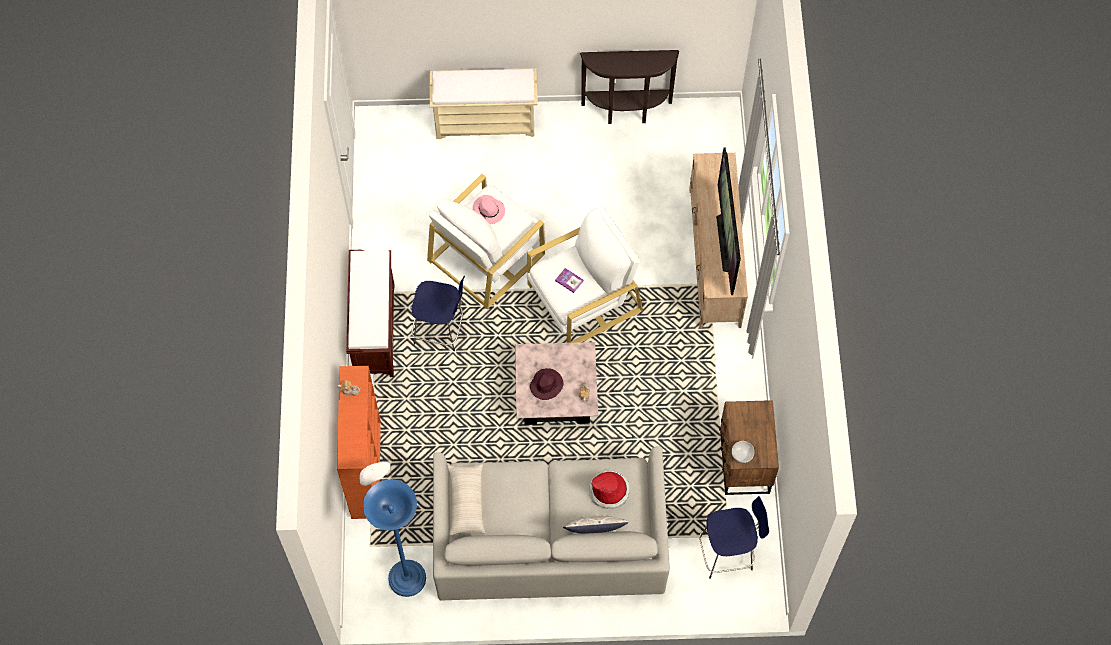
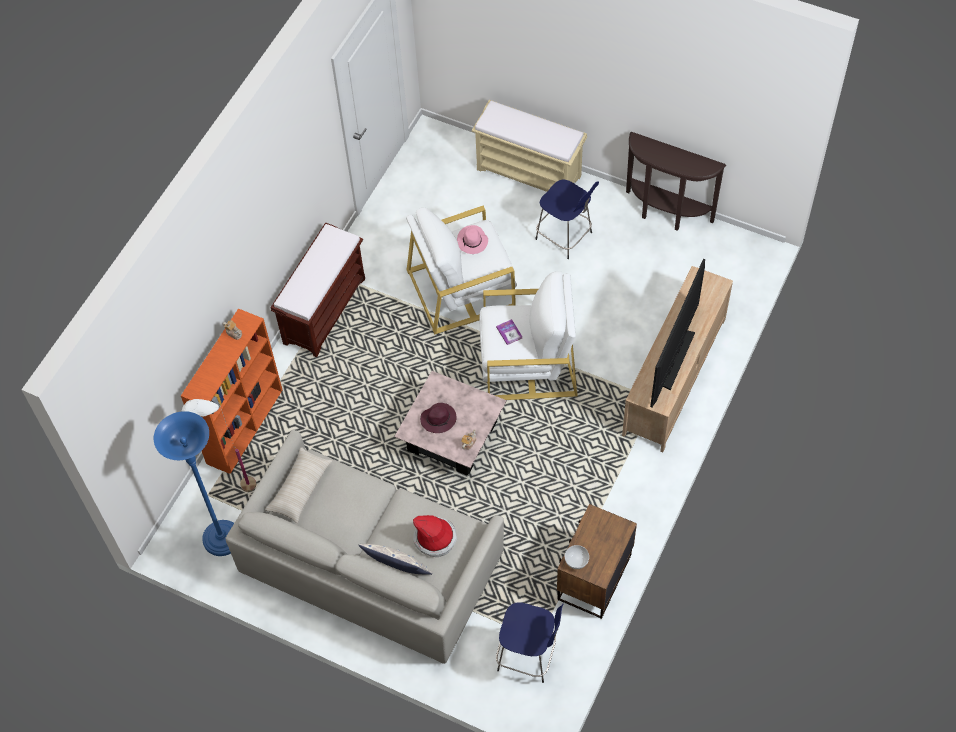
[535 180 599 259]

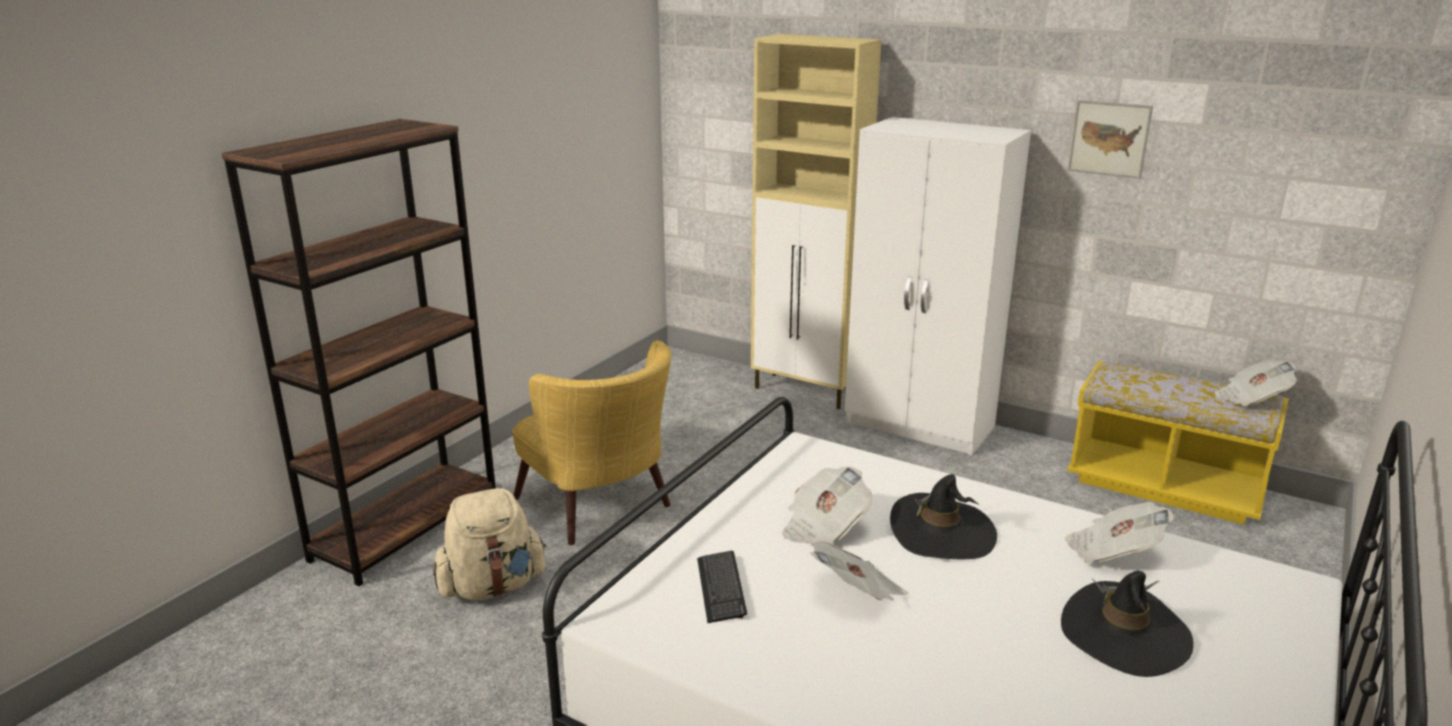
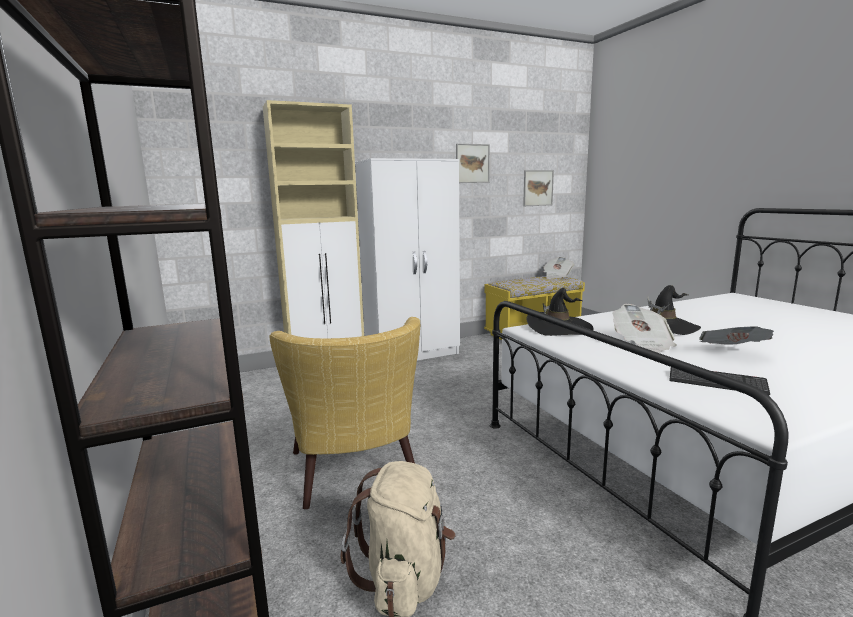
[269 317 420 509]
[1065 502 1174 564] (first image)
[526 288 594 336]
[523 170 554 206]

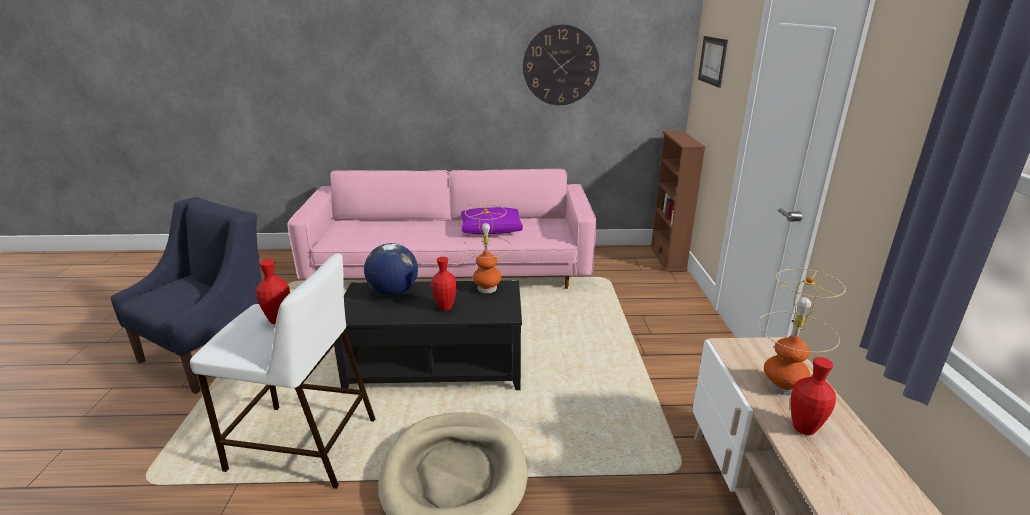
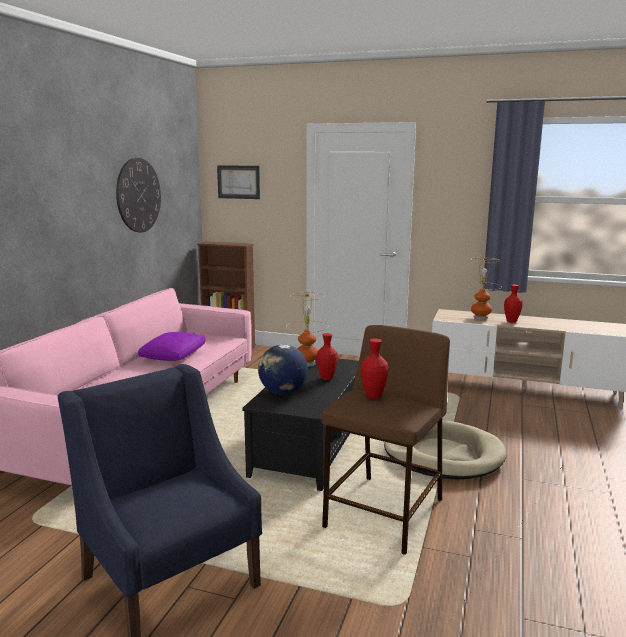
[322 325 450 555]

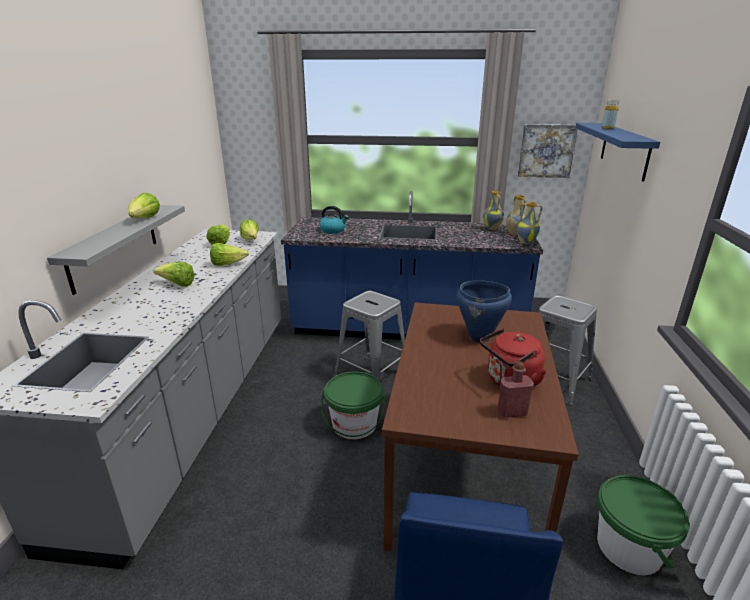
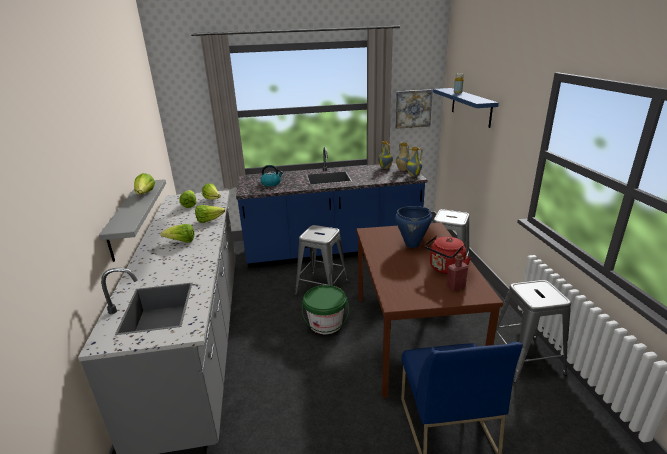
[496 280 571 383]

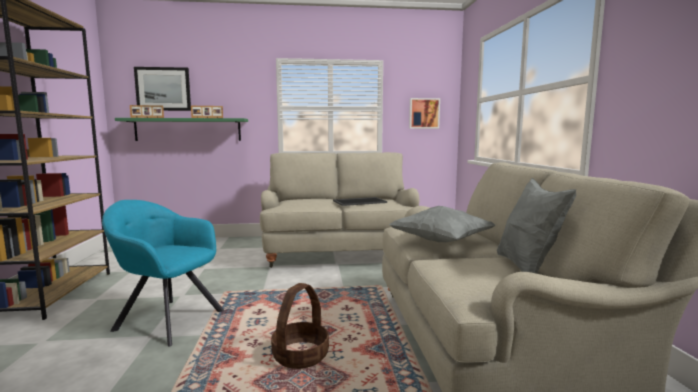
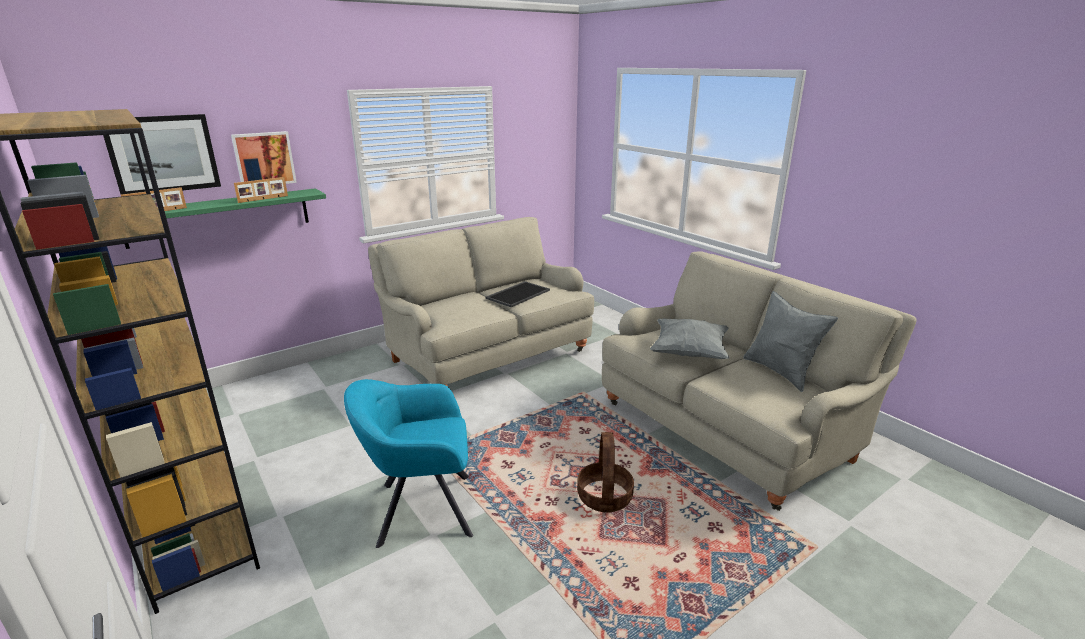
[231 131 297 184]

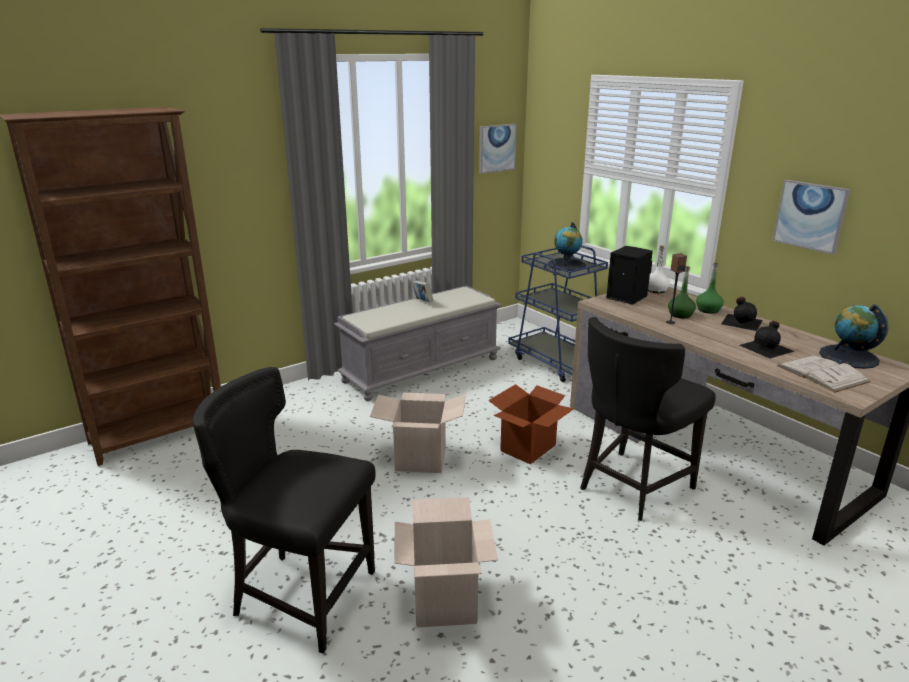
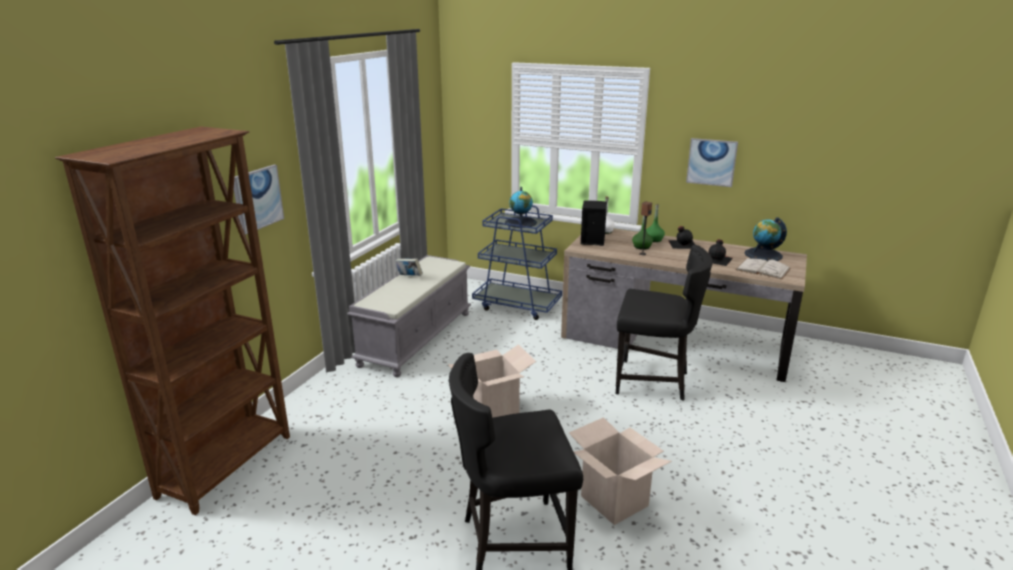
[234 165 284 235]
[616 245 713 401]
[488 384 574 464] (first image)

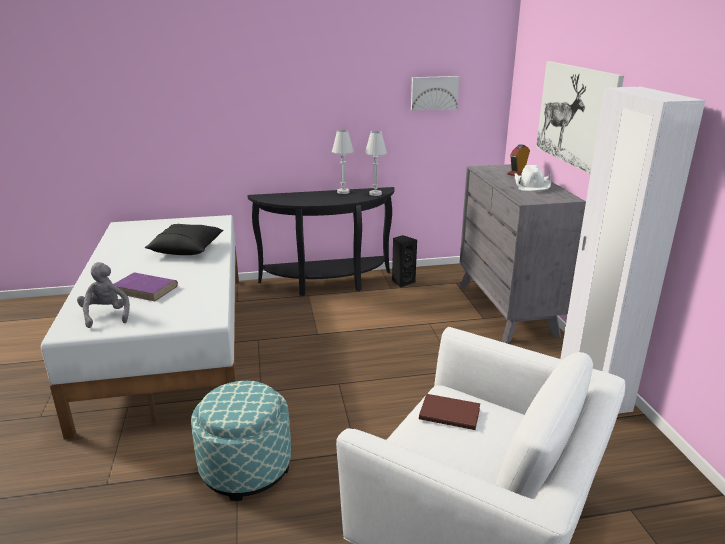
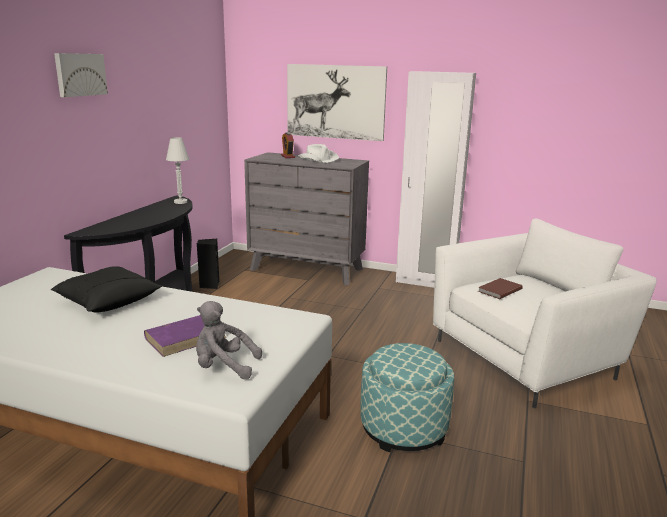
[54 53 108 97]
[332 130 354 194] (first image)

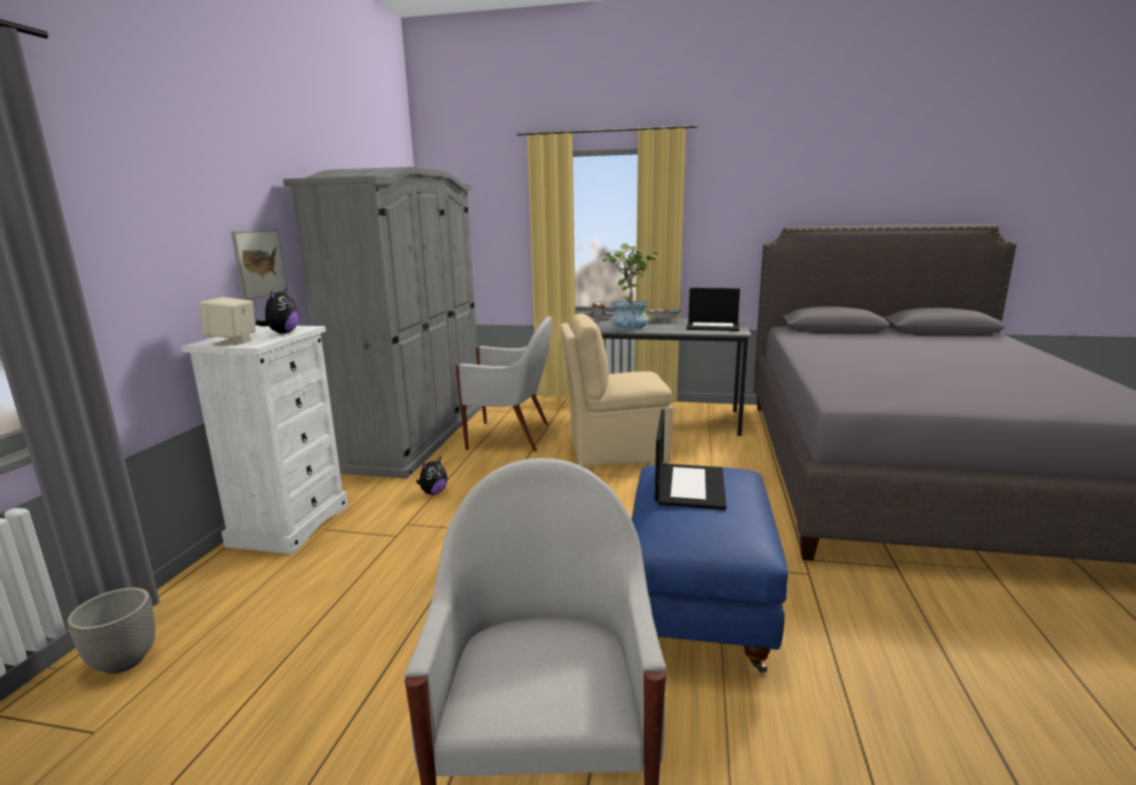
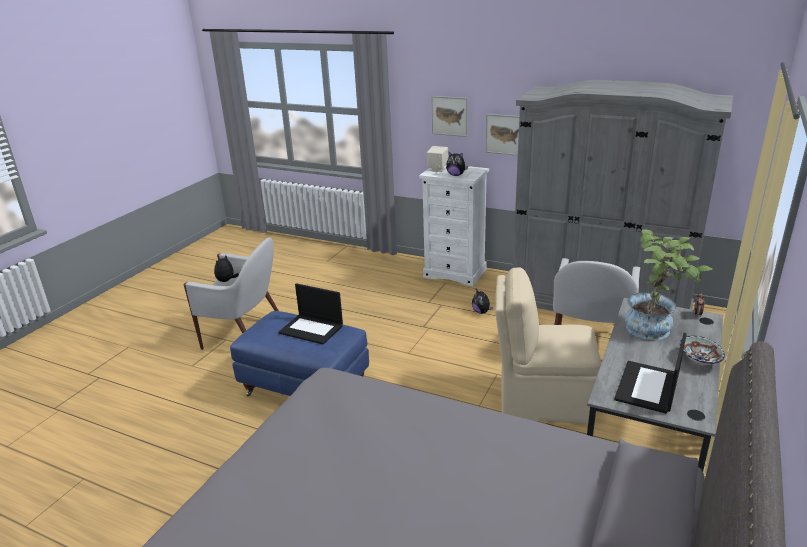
[495 267 601 424]
[67 588 155 674] (first image)
[431 96 468 137]
[214 255 239 282]

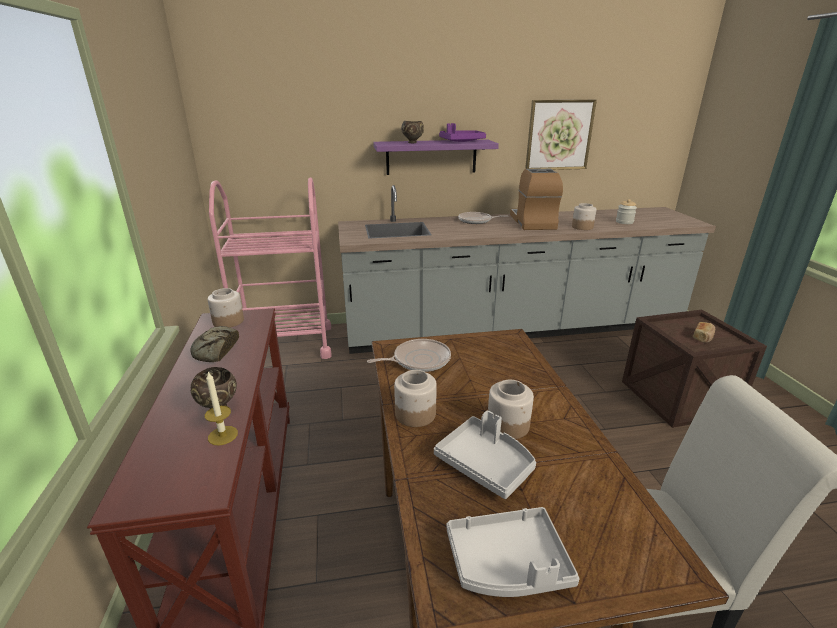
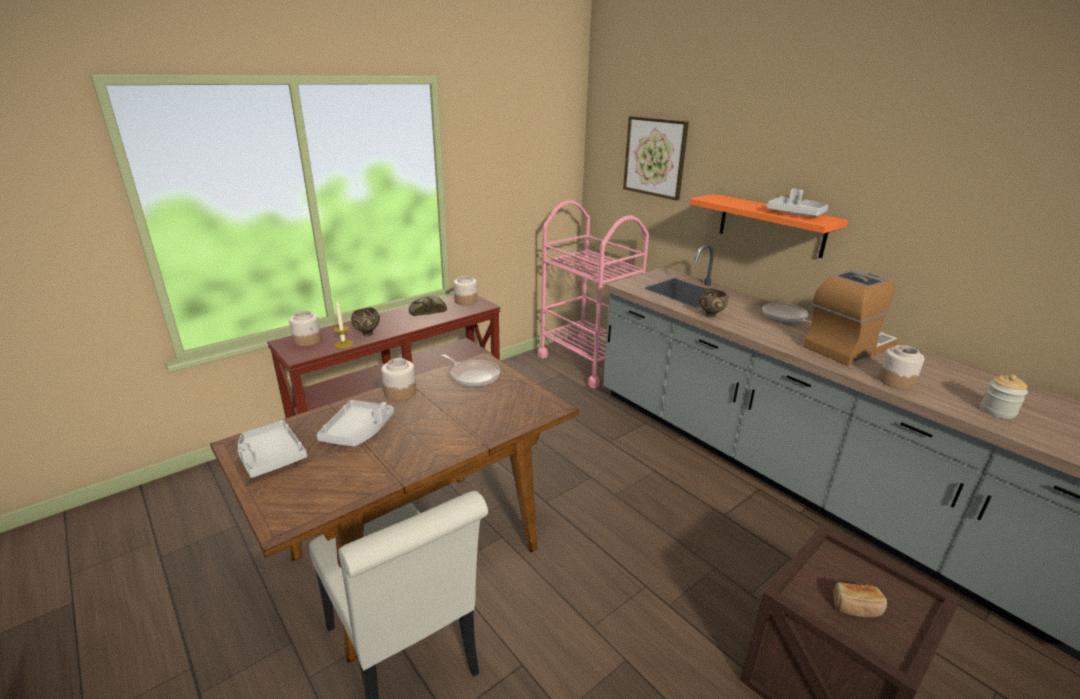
[623 116 689 201]
[699 289 728 318]
[767 189 828 216]
[689 194 848 258]
[289 311 322 346]

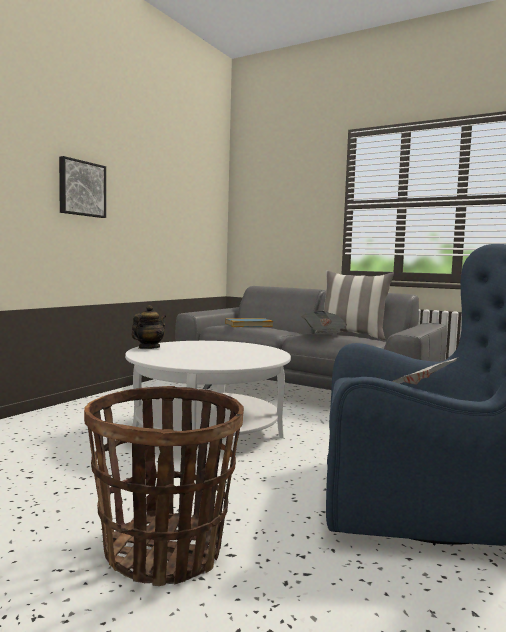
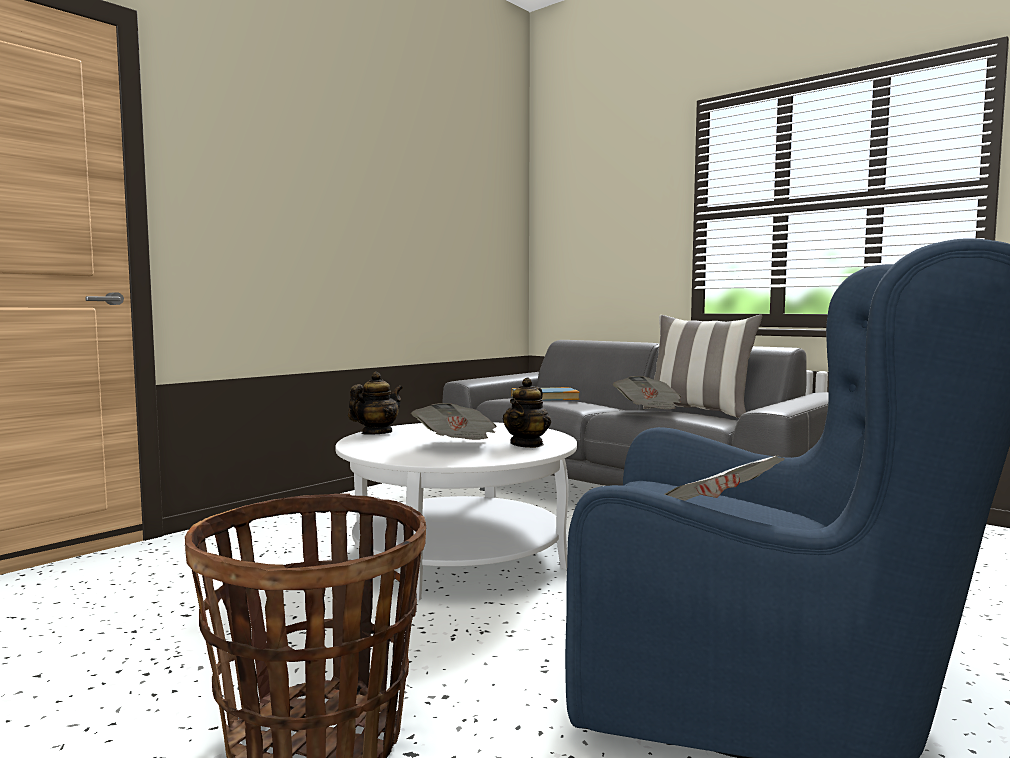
[59 156 106 218] (first image)
[503 377 551 448]
[411 403 497 440]

